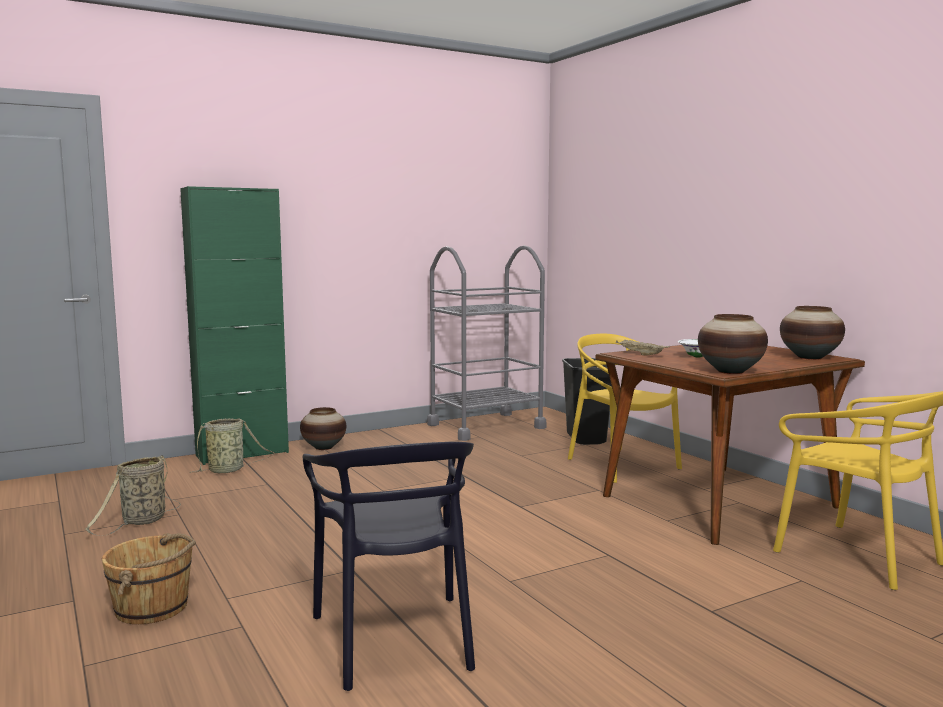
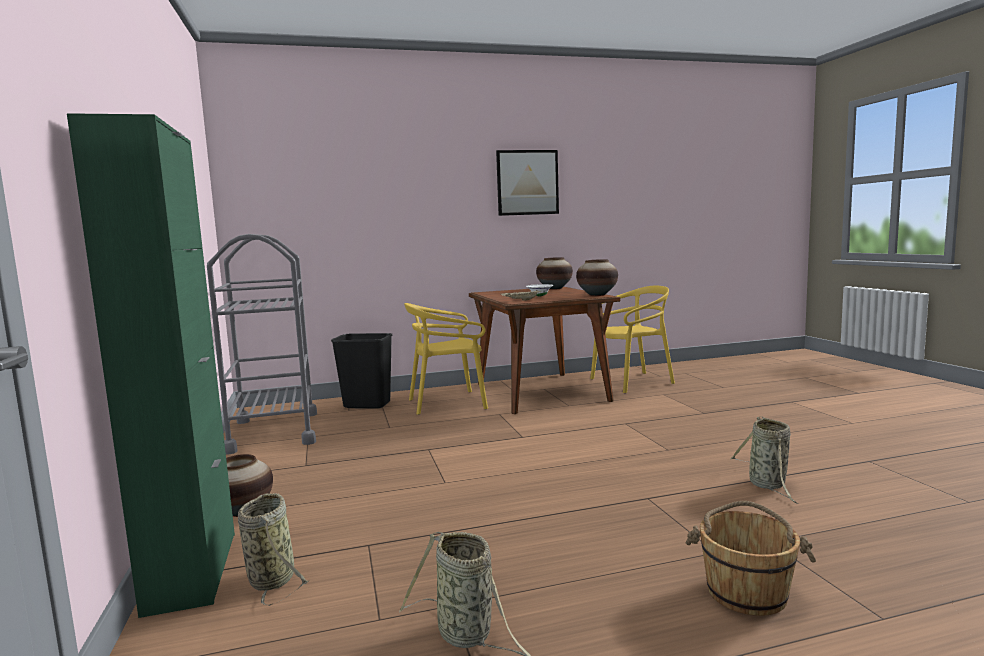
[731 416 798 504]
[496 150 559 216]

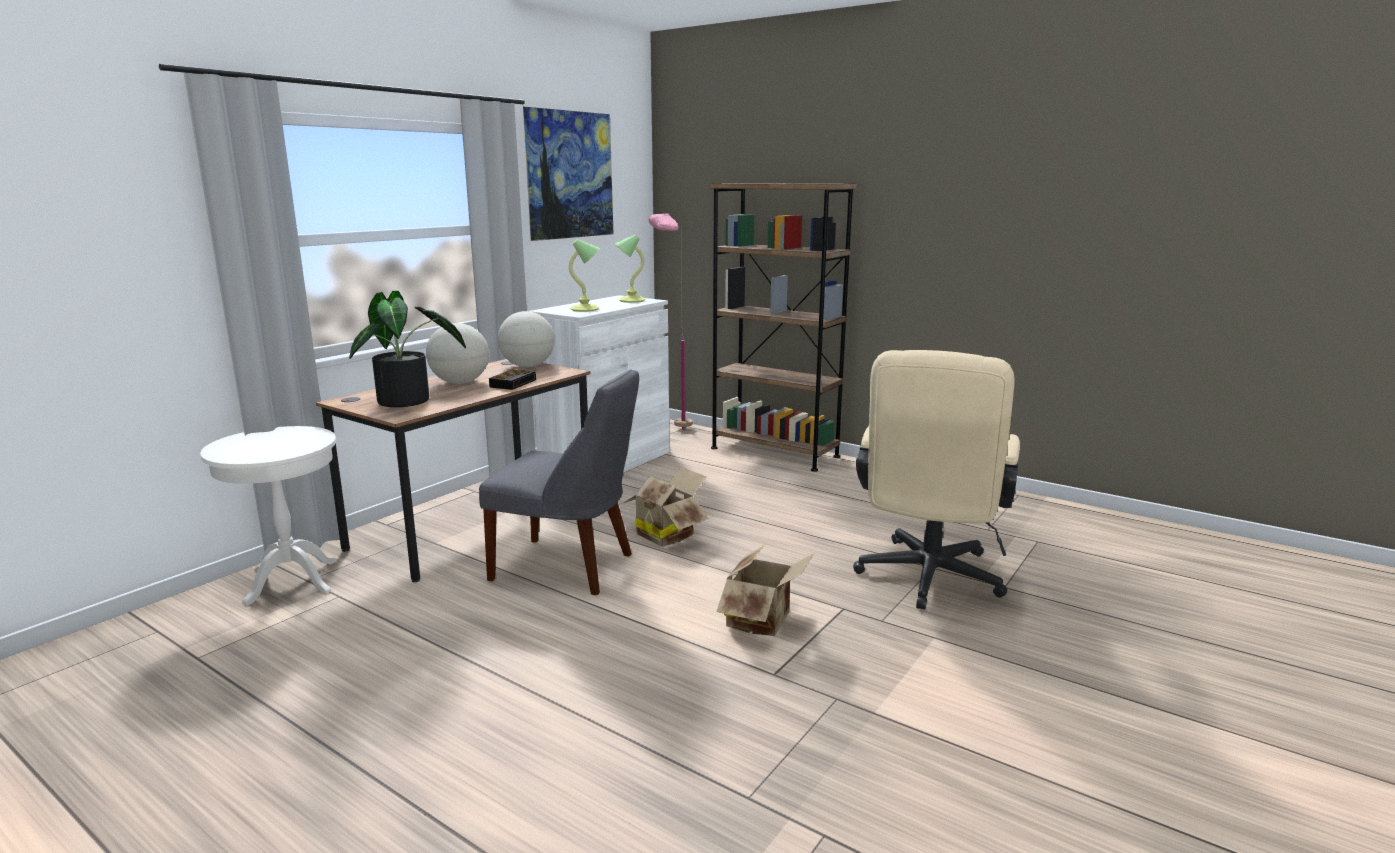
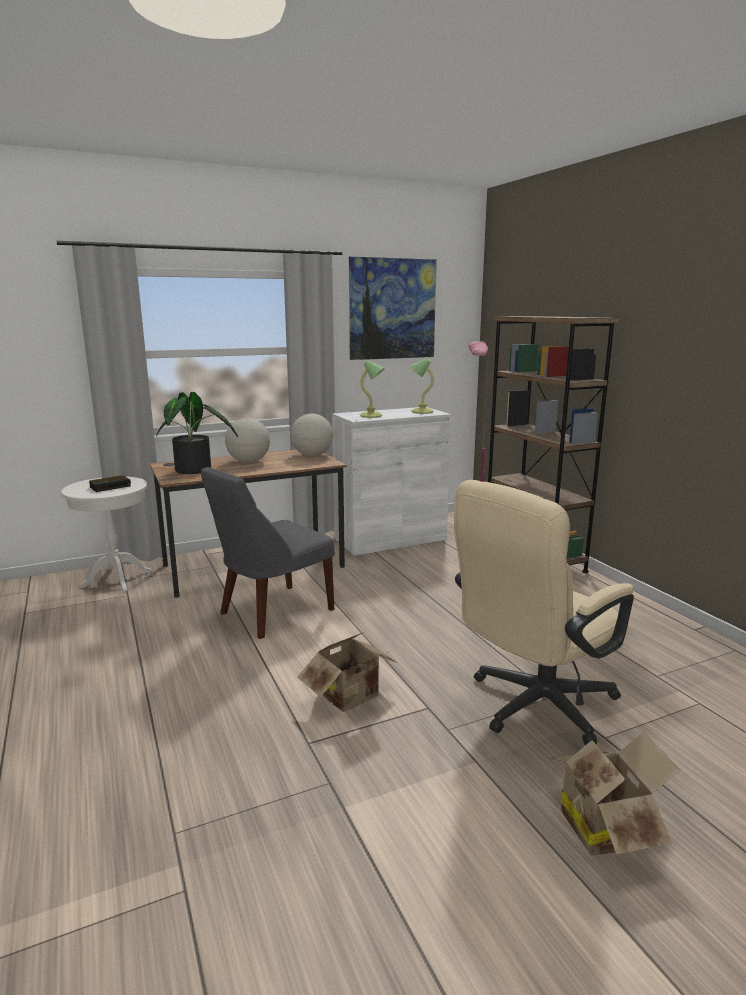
[201 467 334 639]
[89 475 131 492]
[548 732 681 856]

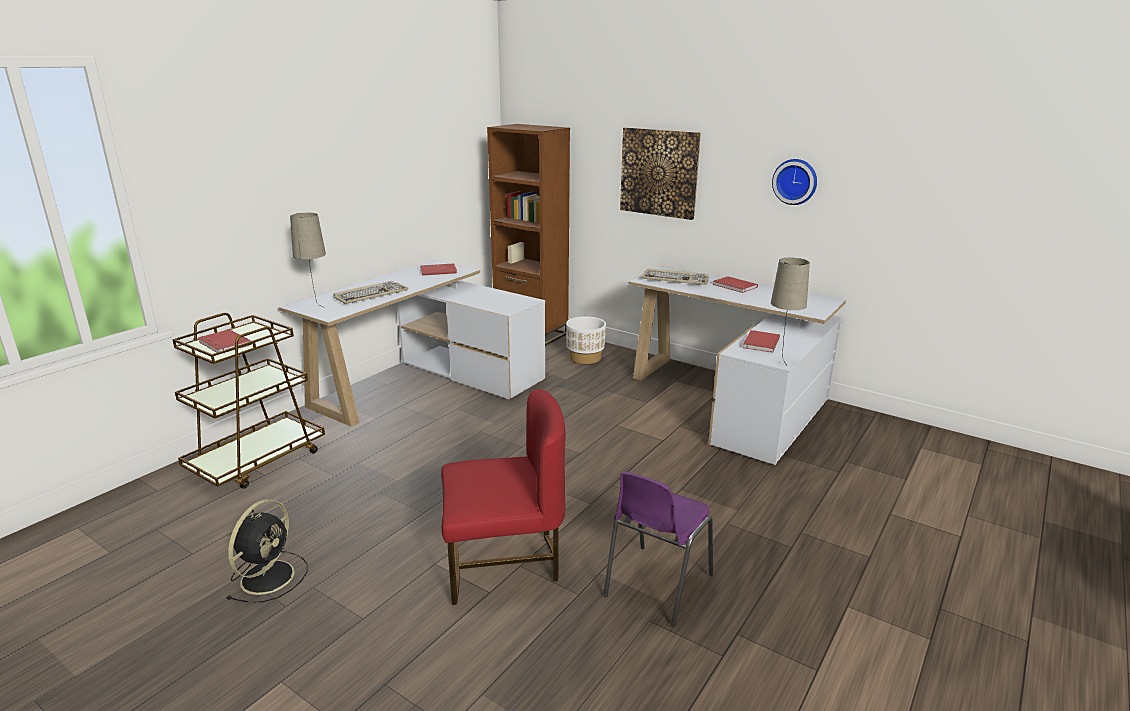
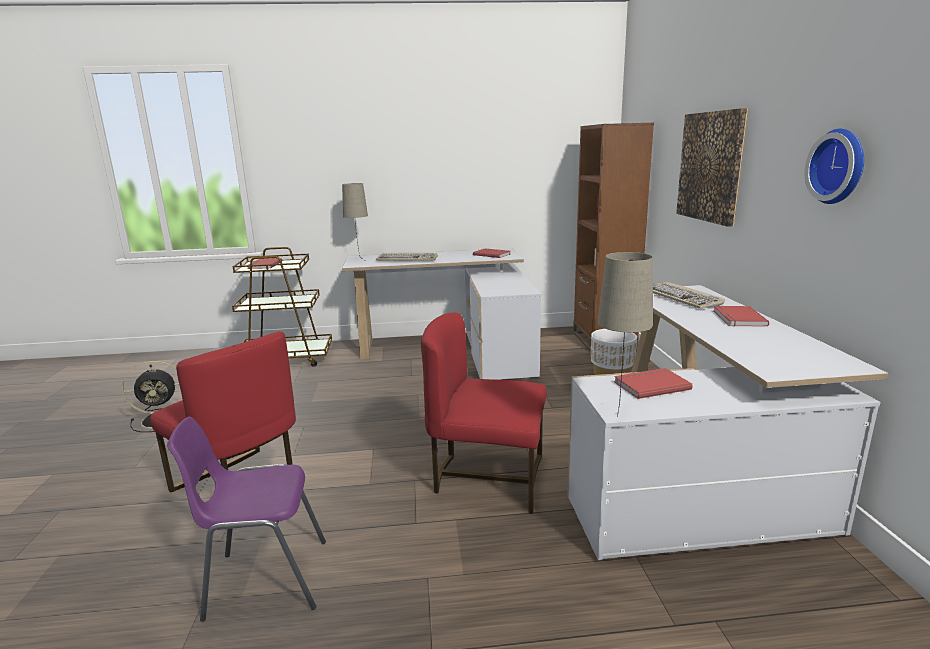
[421 313 547 514]

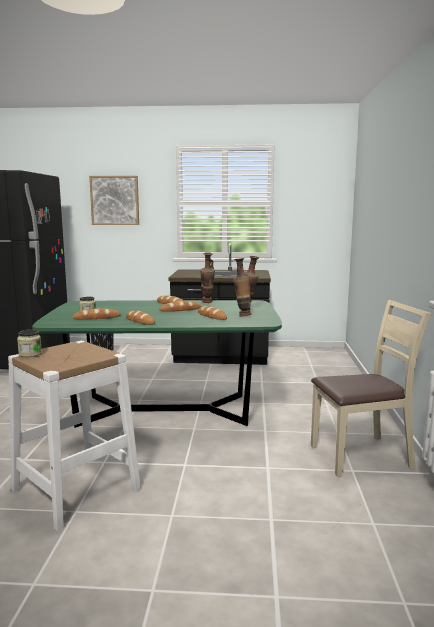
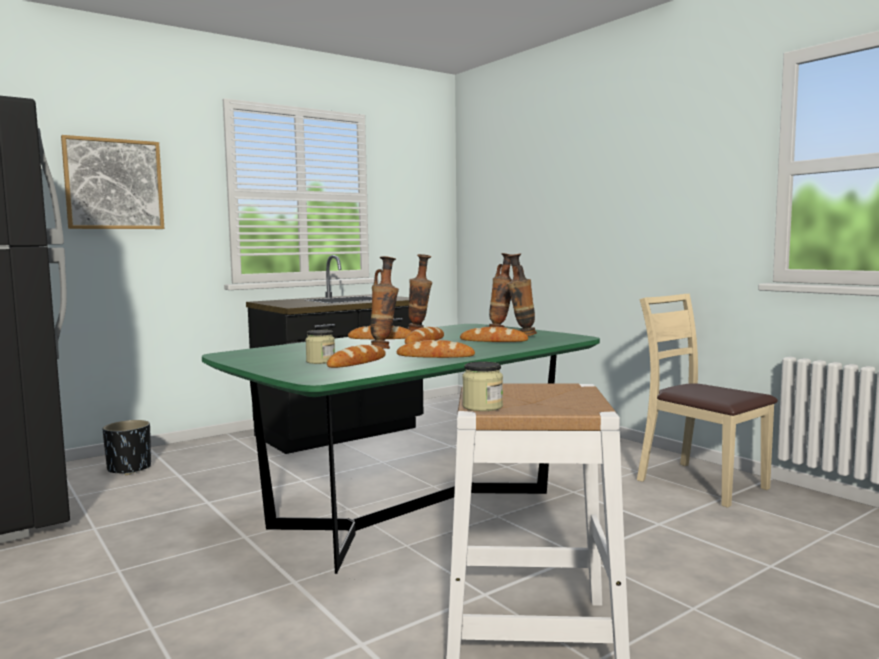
[637 294 778 508]
[370 256 399 349]

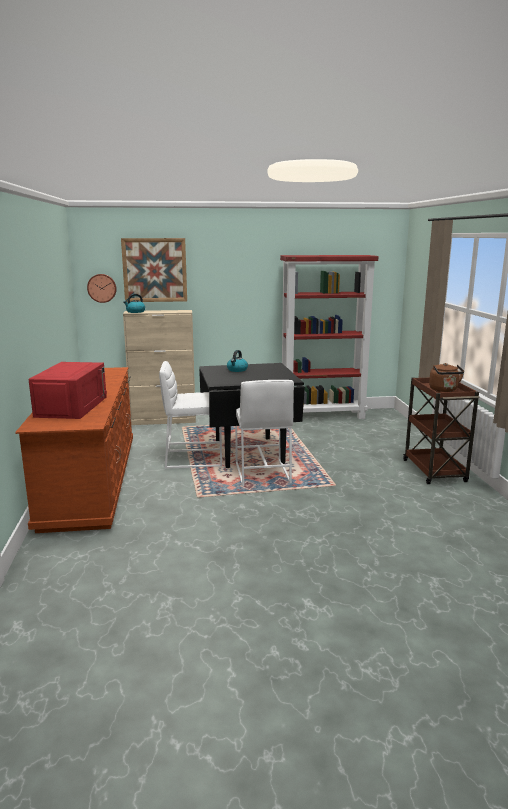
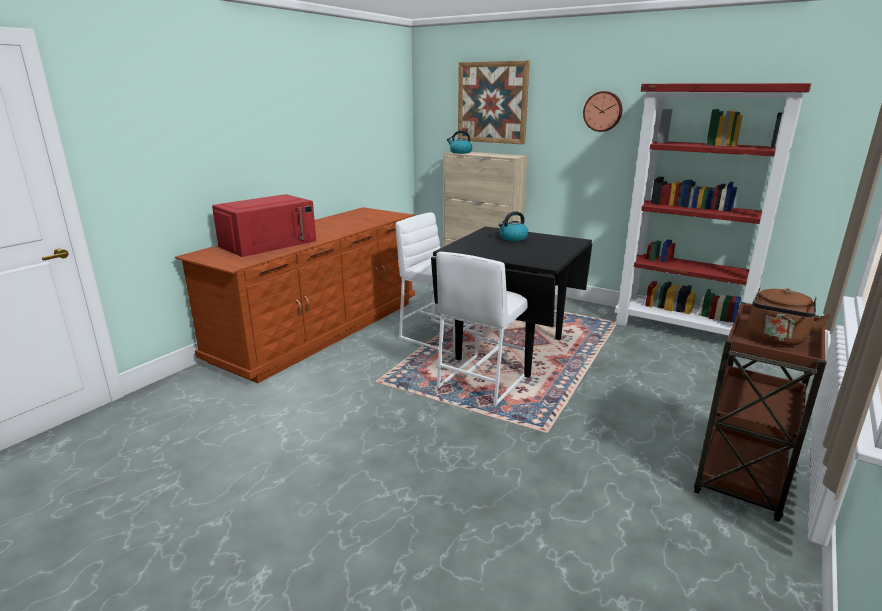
[583 91 622 132]

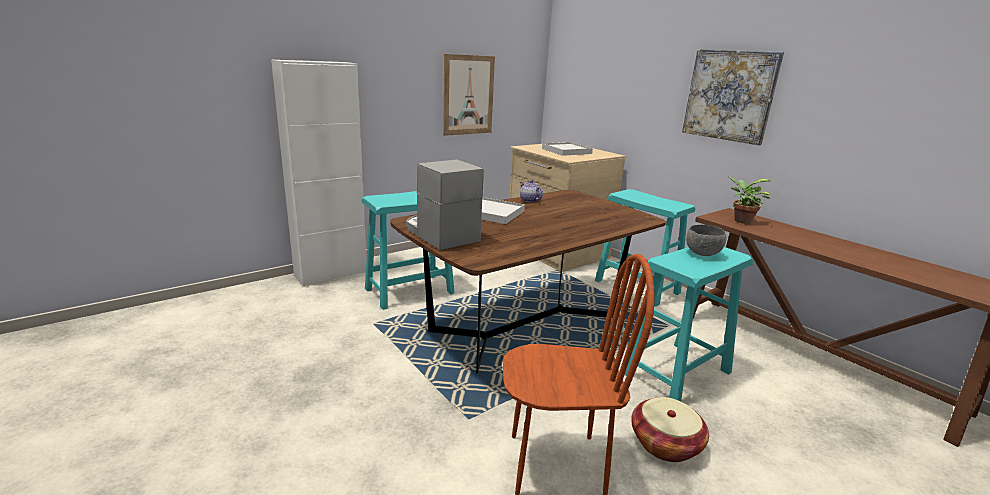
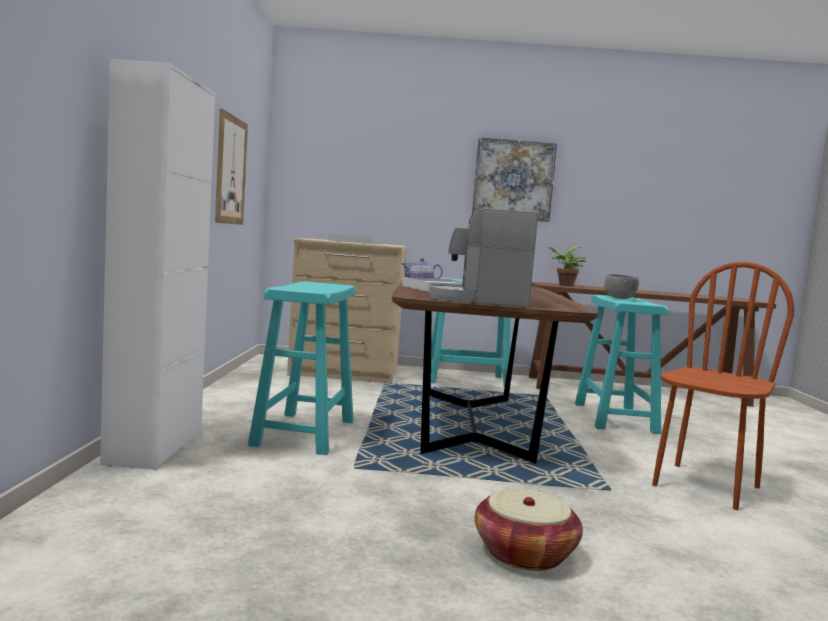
[475 489 583 571]

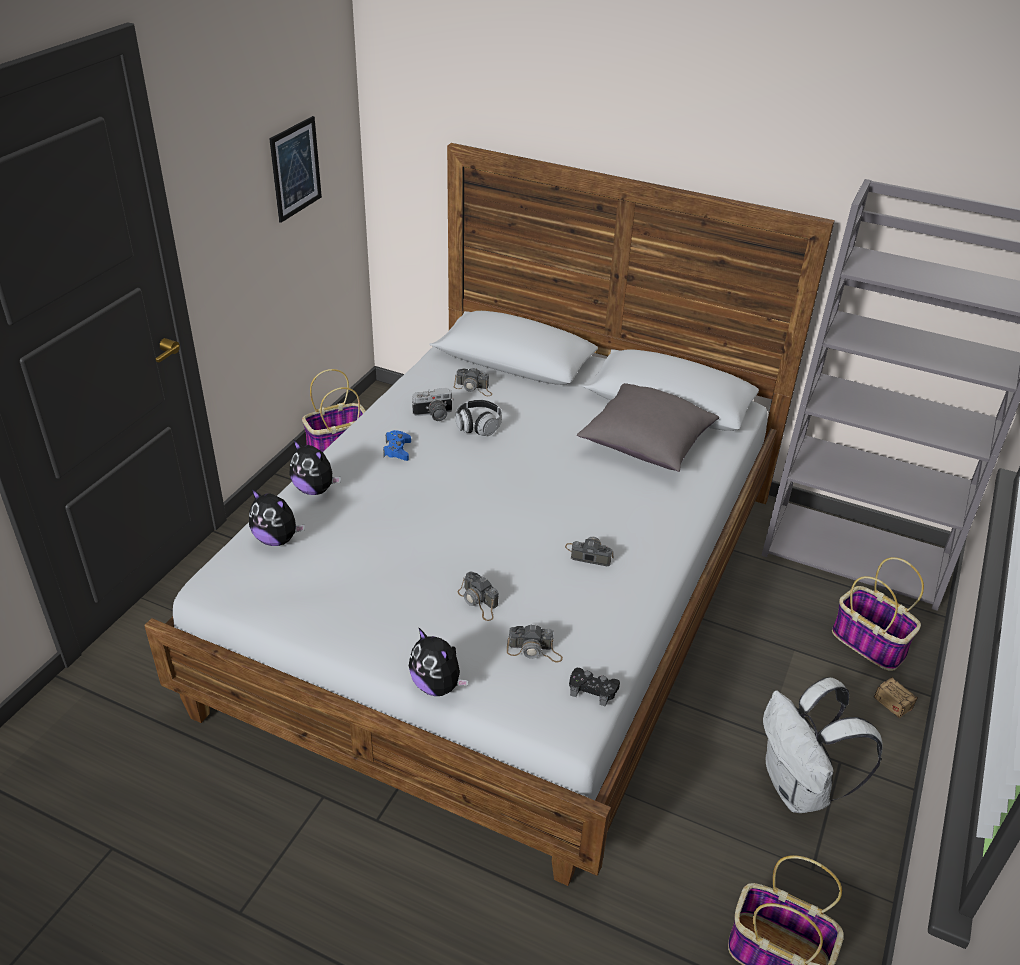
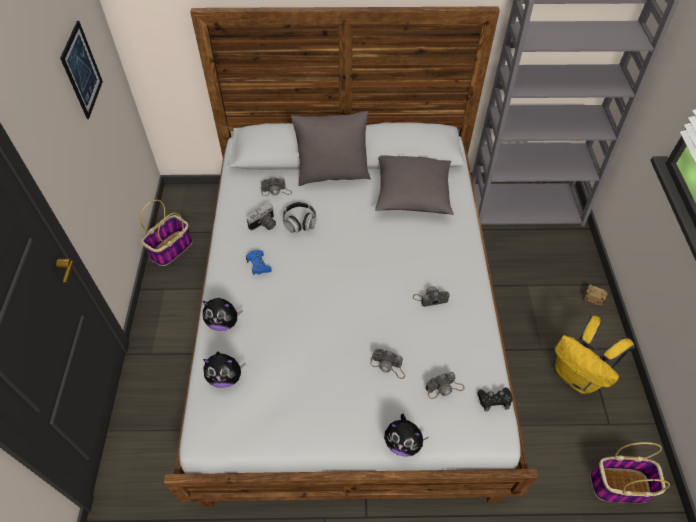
[832 557 924 671] (first image)
[555 316 635 394]
[290 111 371 186]

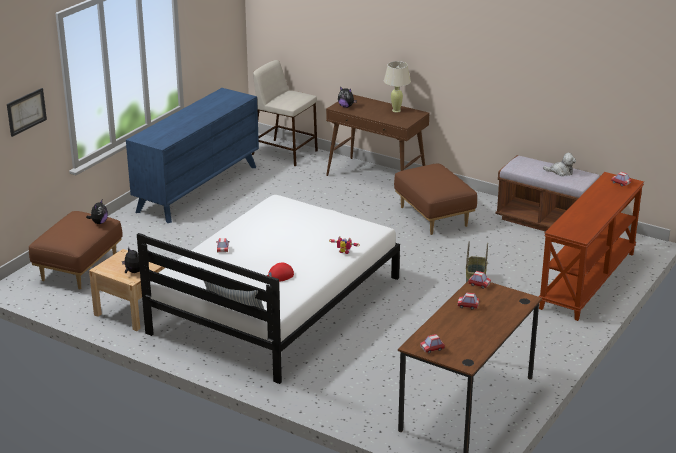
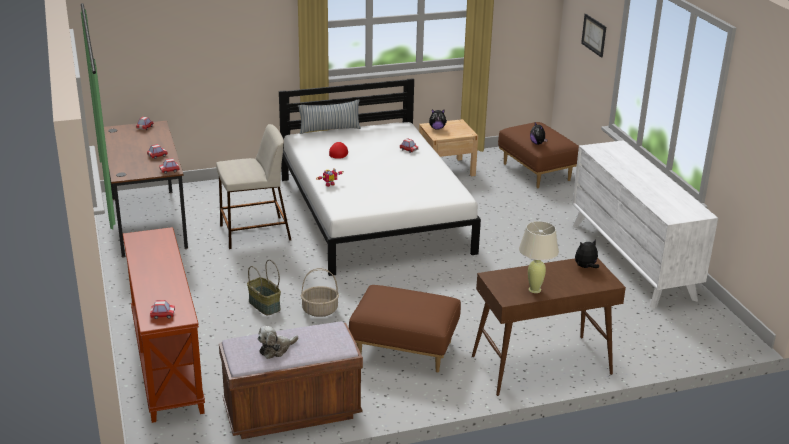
[216 124 291 249]
[572 140 718 309]
[301 268 339 317]

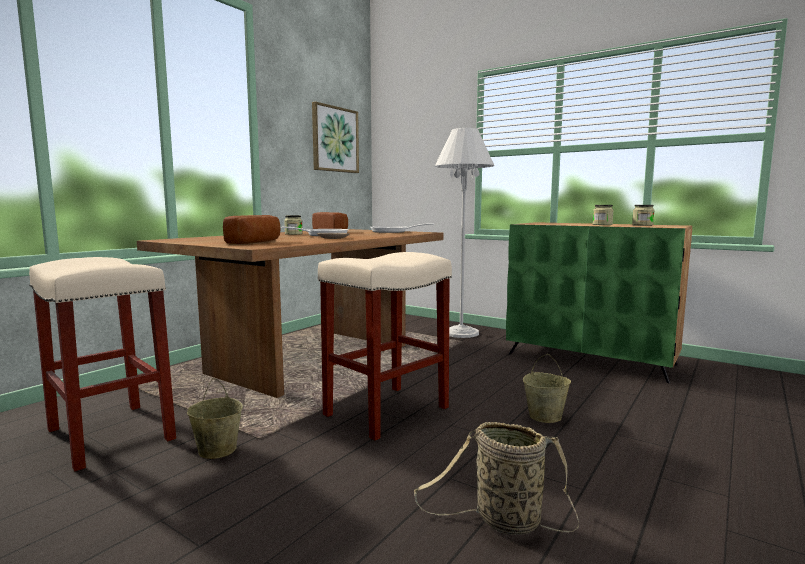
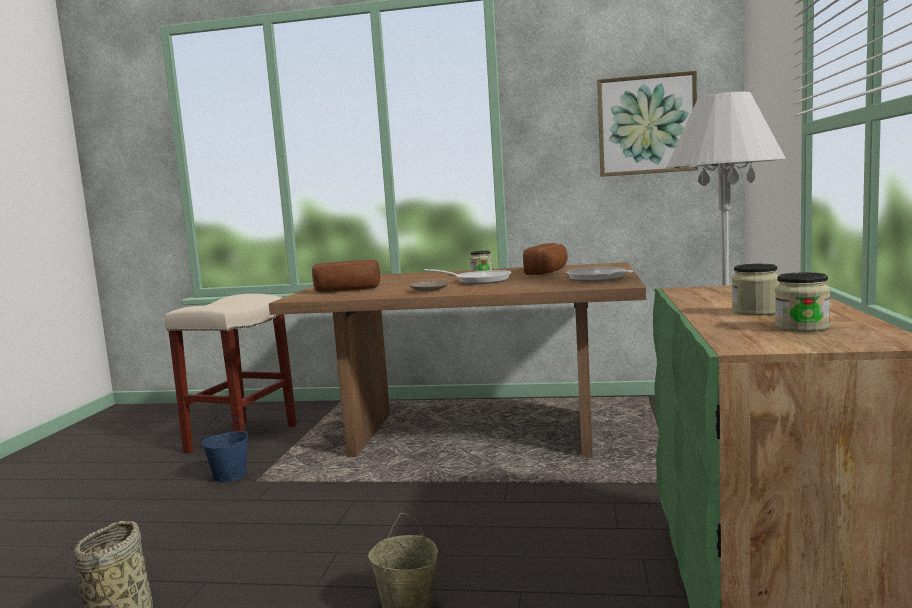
[318 252 452 441] (first image)
[202 413 249 483]

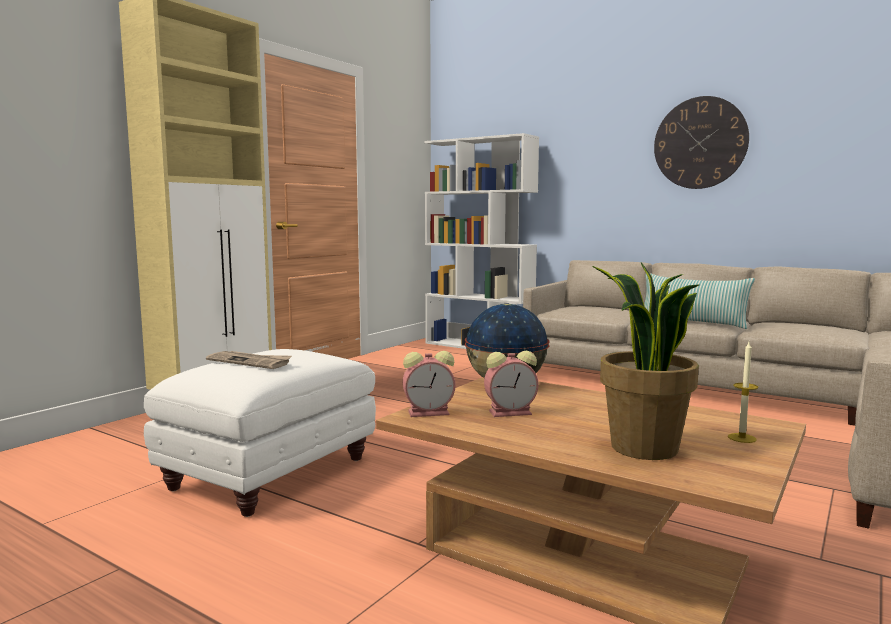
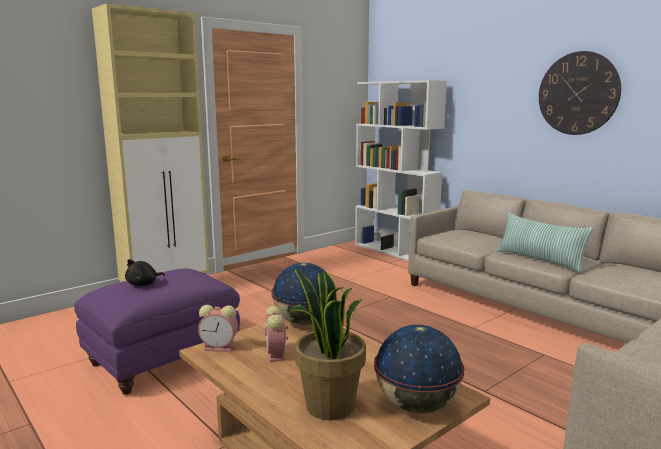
[374 325 464 413]
[74 268 240 395]
[125 259 165 286]
[265 306 288 362]

